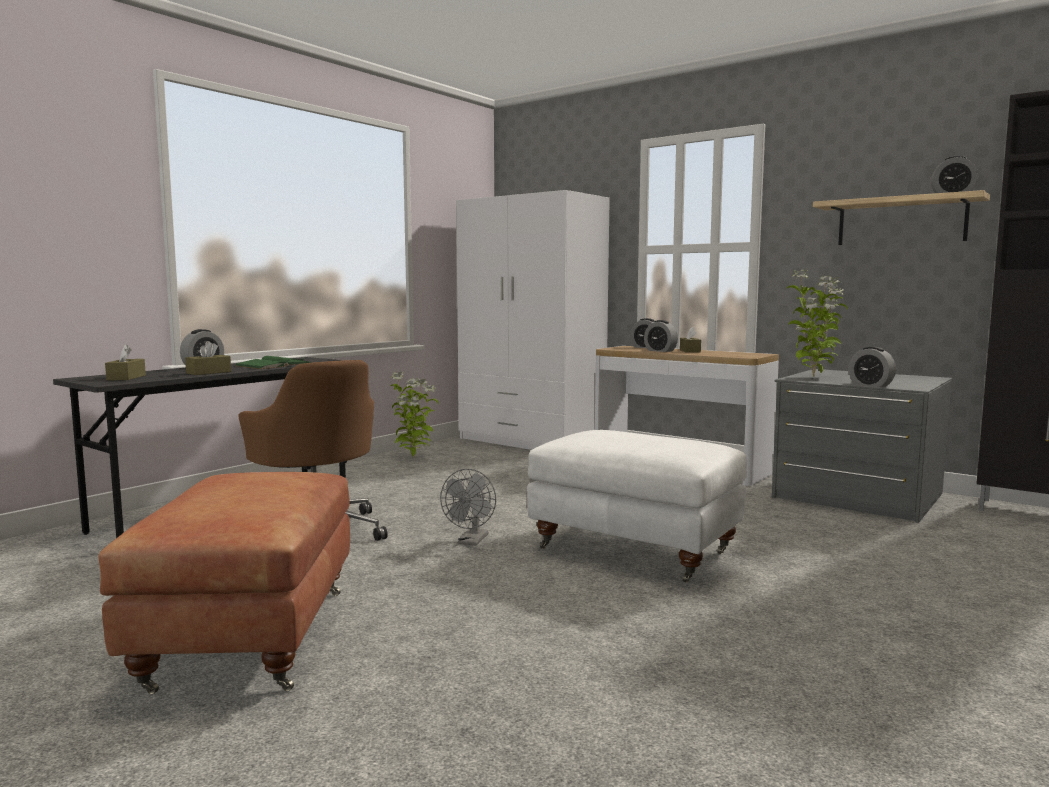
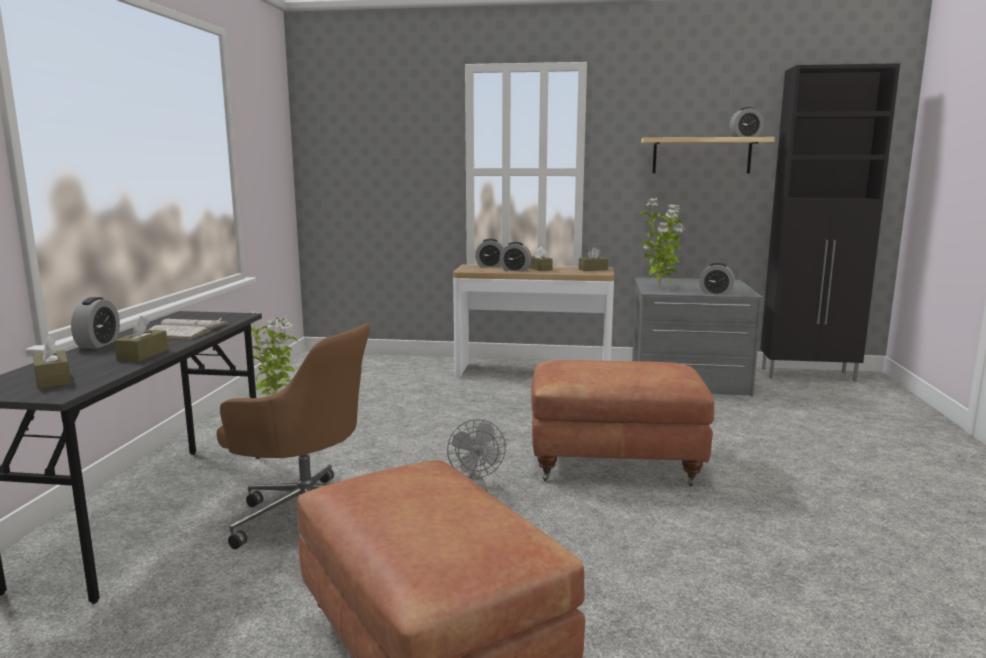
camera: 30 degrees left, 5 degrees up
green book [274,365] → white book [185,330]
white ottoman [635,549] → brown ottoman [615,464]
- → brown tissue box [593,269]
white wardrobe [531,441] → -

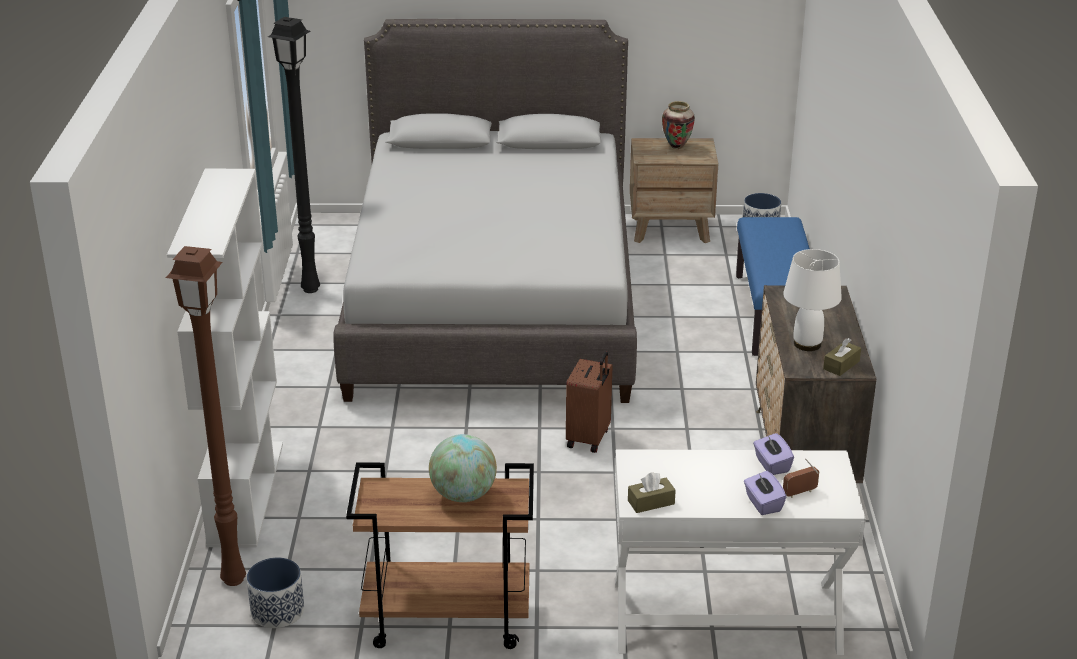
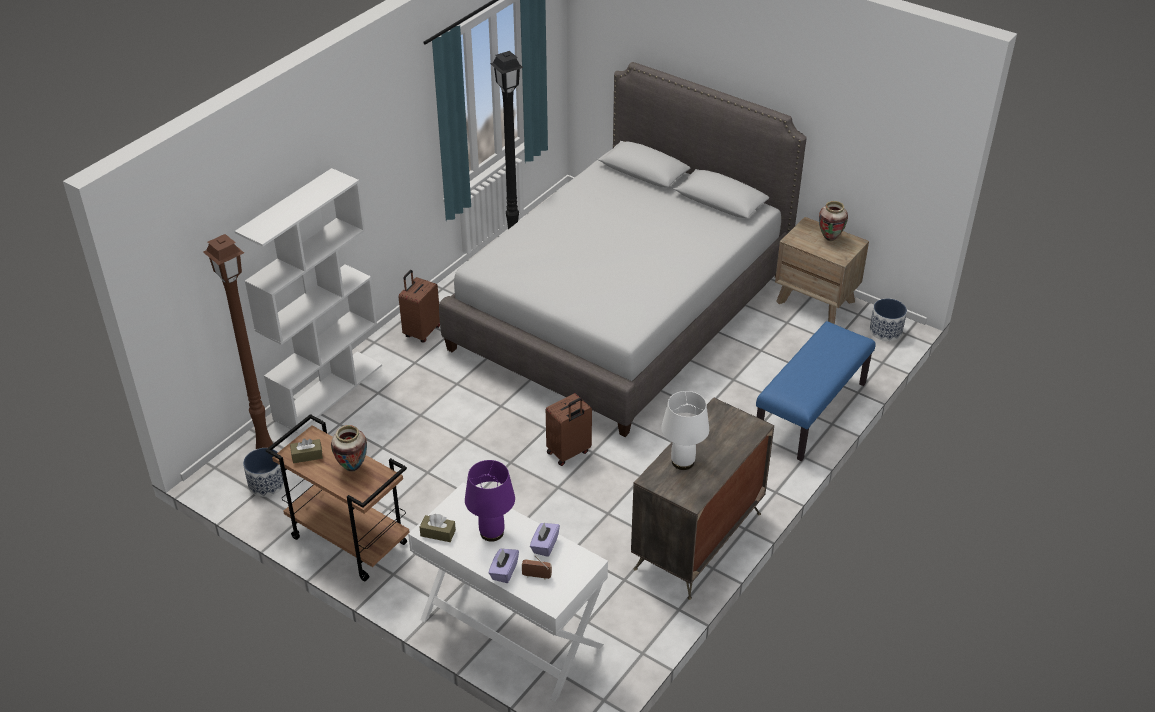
camera: 35 degrees right, 10 degrees up
brown tissue box [841,365] → brown tissue box [307,455], move
globe [463,495] → vase [352,468]
- → brown suitcase [421,332]
- → purple table lamp [492,532]

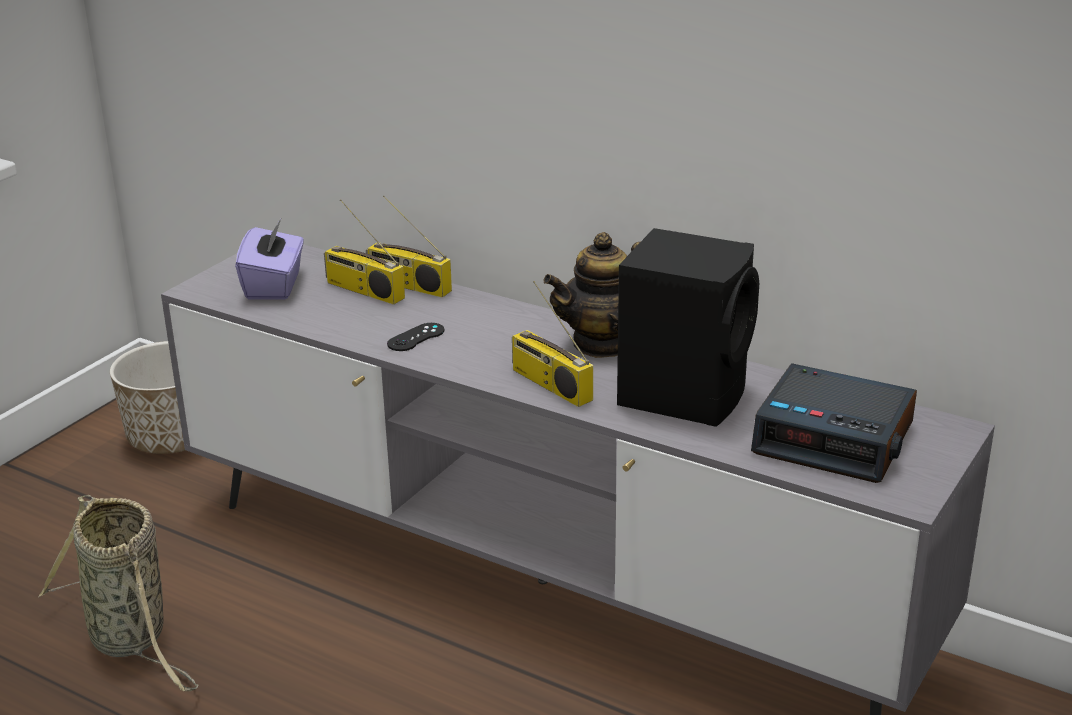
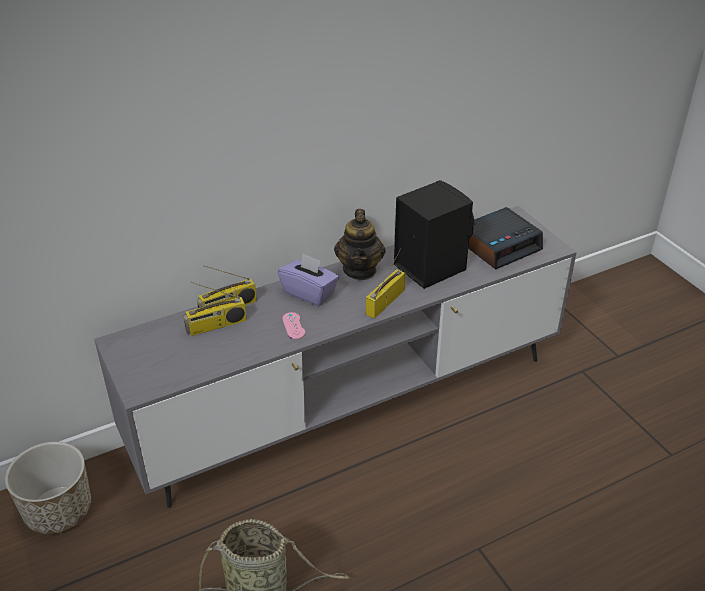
camera: 60 degrees left, 10 degrees up
purple tissue box [274,285] → purple tissue box [309,292], move
black game controller [416,337] → pink game controller [293,326]
radio [549,384] → radio [385,301], 135 degrees clockwise

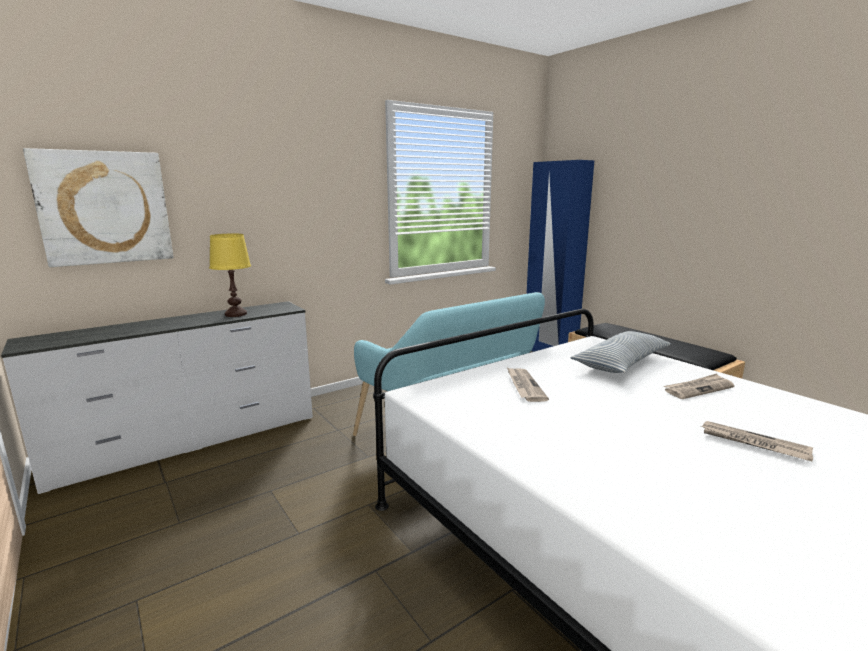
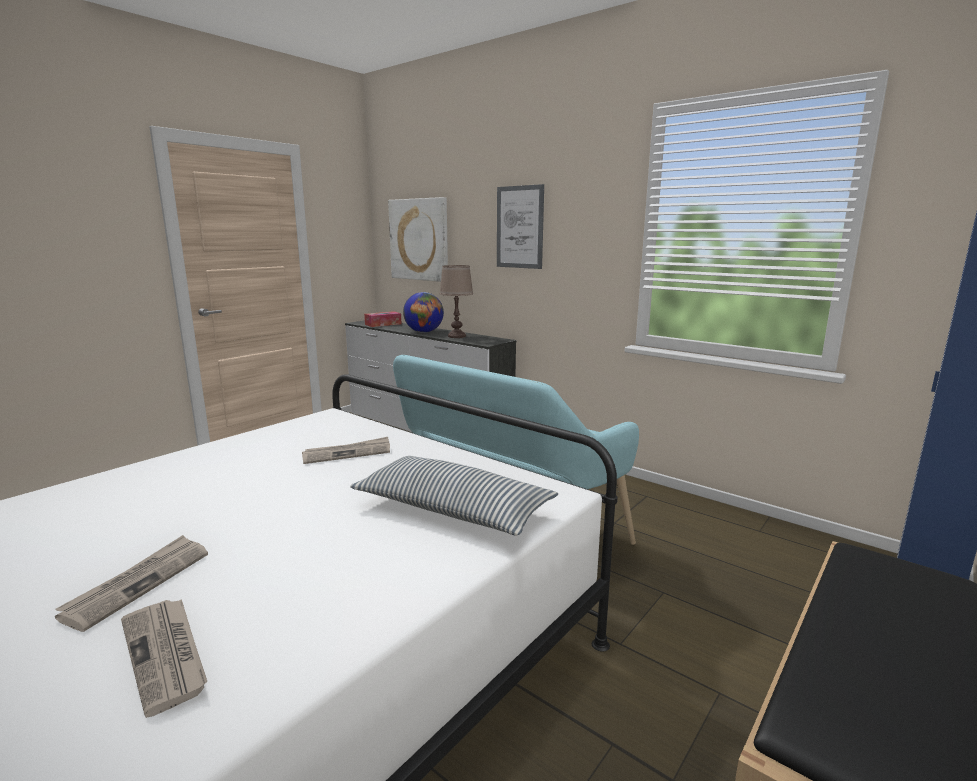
camera: 75 degrees right, 0 degrees up
newspaper [698,388] → newspaper [166,655], move
- → tissue box [383,324]
- → globe [424,332]
yellow table lamp [235,314] → brown table lamp [456,336]
- → picture [519,227]

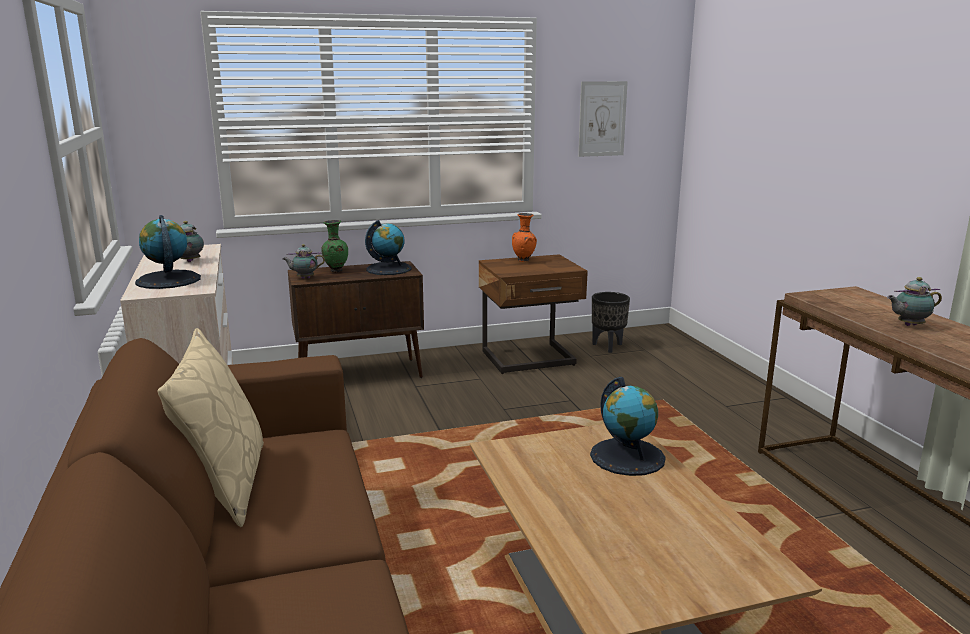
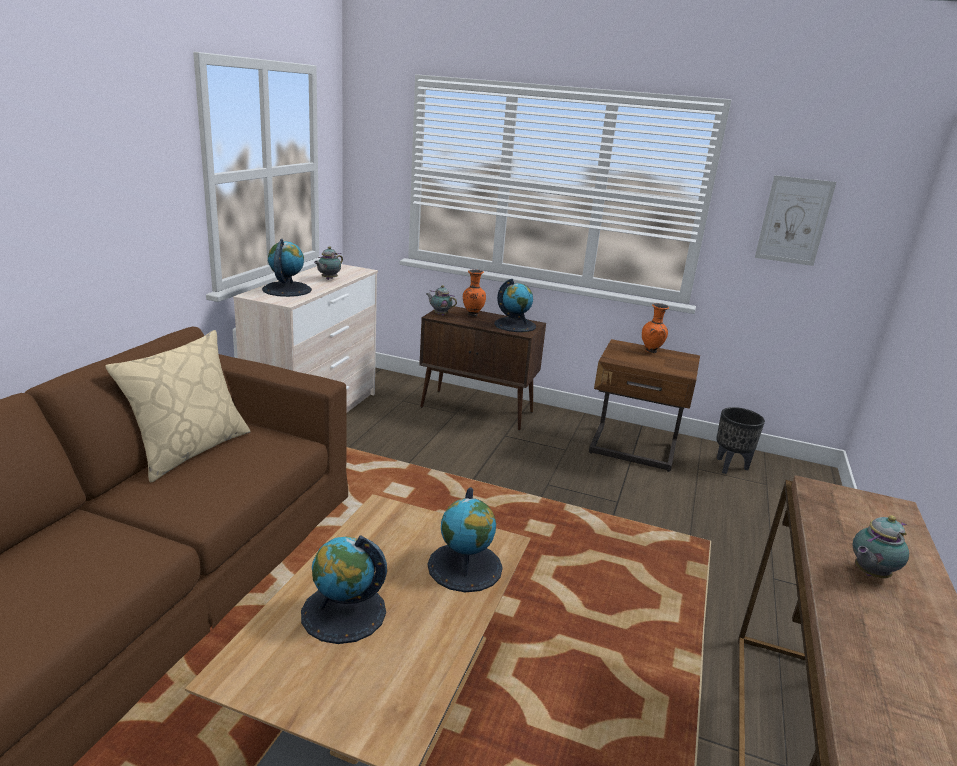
camera: 35 degrees right, 5 degrees up
- → globe [343,612]
green vase [335,271] → orange vase [472,315]
teapot [908,325] → teapot [869,574], 60 degrees counterclockwise

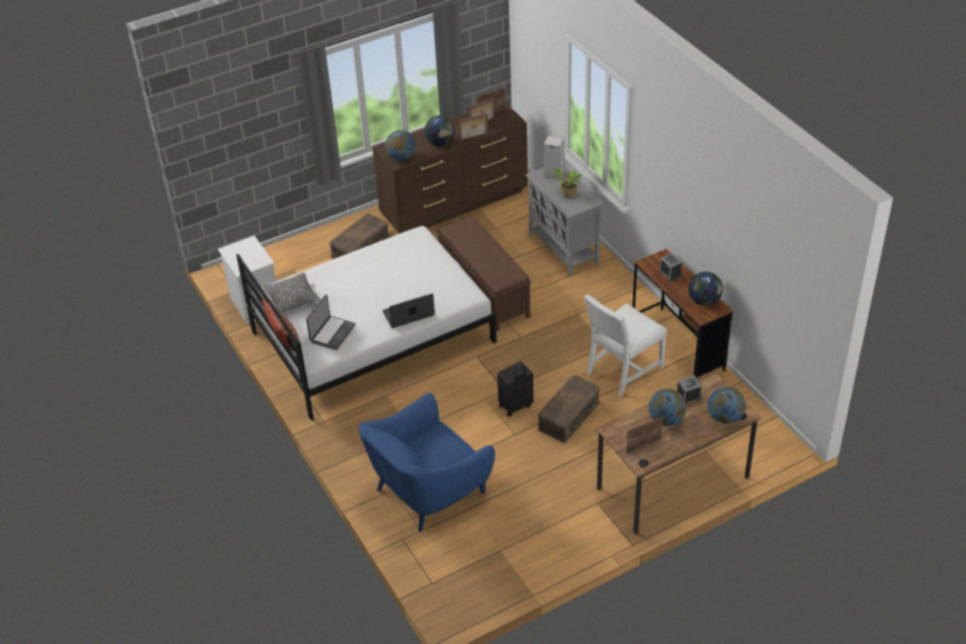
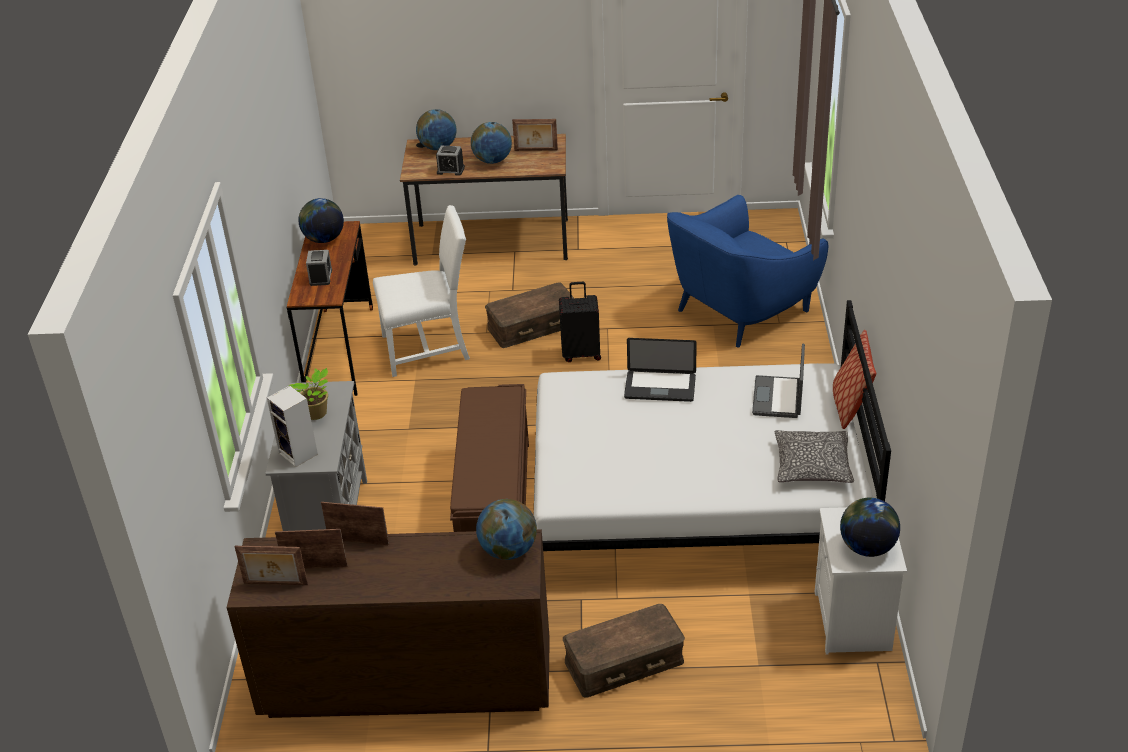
camera: 150 degrees left, 5 degrees down
blue armchair [428,490] → blue armchair [740,310], 150 degrees clockwise
laptop [332,333] → laptop [779,398], 45 degrees counterclockwise
globe [440,143] → globe [867,547], move

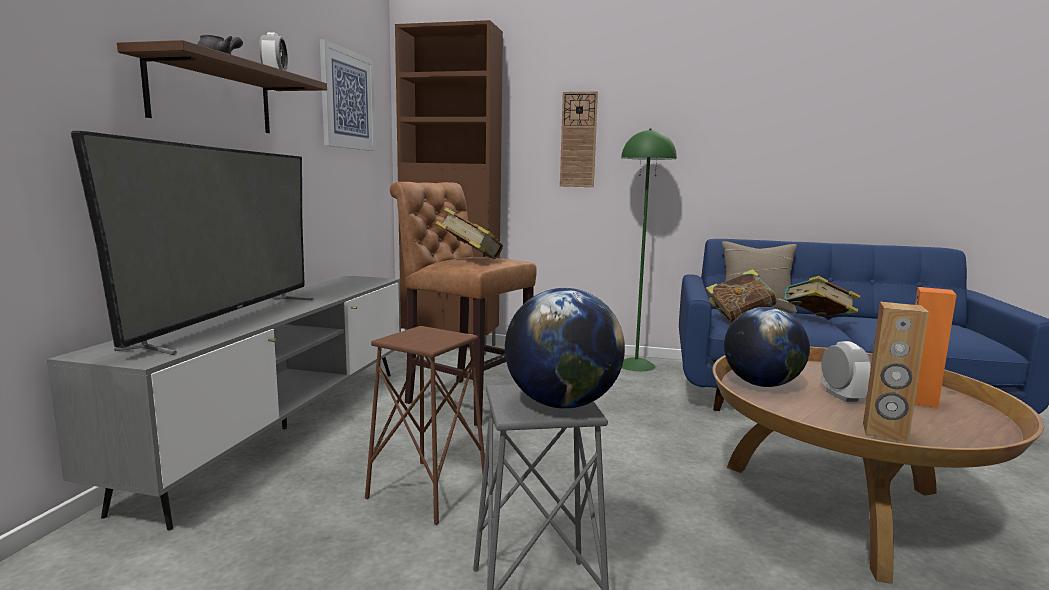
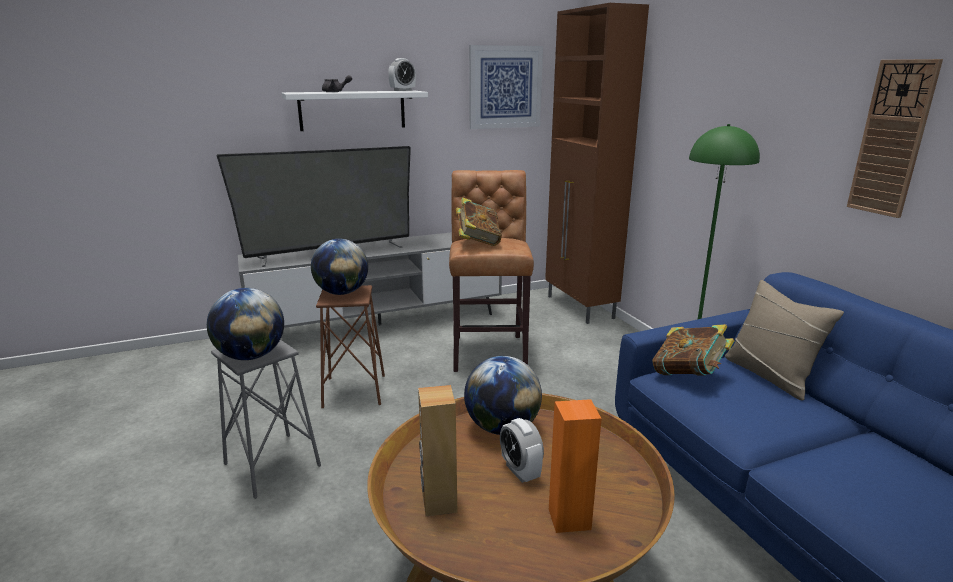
camera: 55 degrees right, 10 degrees up
brown shelf [212,96] → white shelf [352,110]
- → globe [342,293]
alarm clock [841,396] → alarm clock [520,471], 105 degrees clockwise
wall clock [578,140] → wall clock [892,139], move
book [817,320] → -

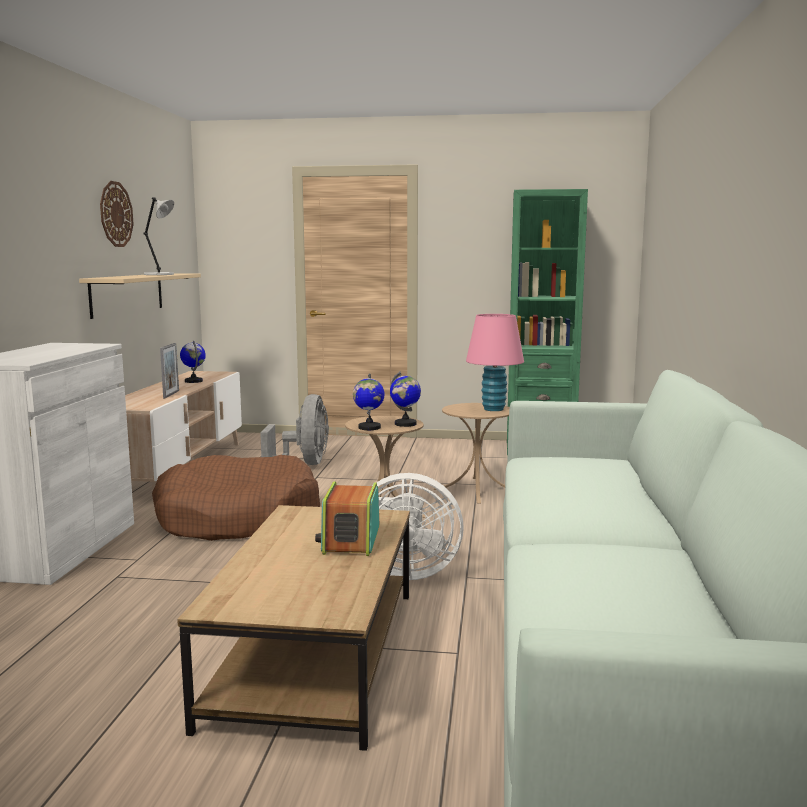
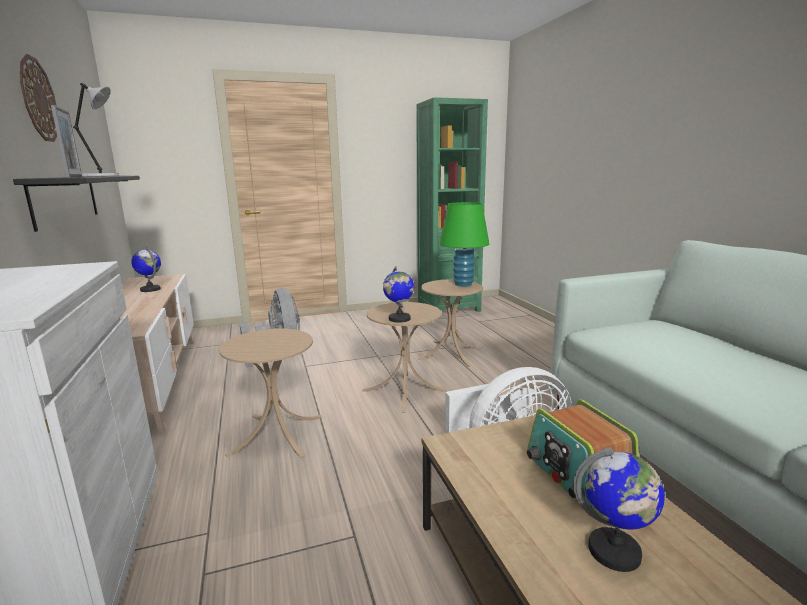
camera: 25 degrees left, 5 degrees up
beige shelf [127,294] → black shelf [65,199]
picture frame [171,394] → picture frame [74,177], move
brown dog bed [238,518] → beige side table [276,434]
pink table lamp [493,409] → green table lamp [463,284]
globe [405,424] → globe [614,552], move

